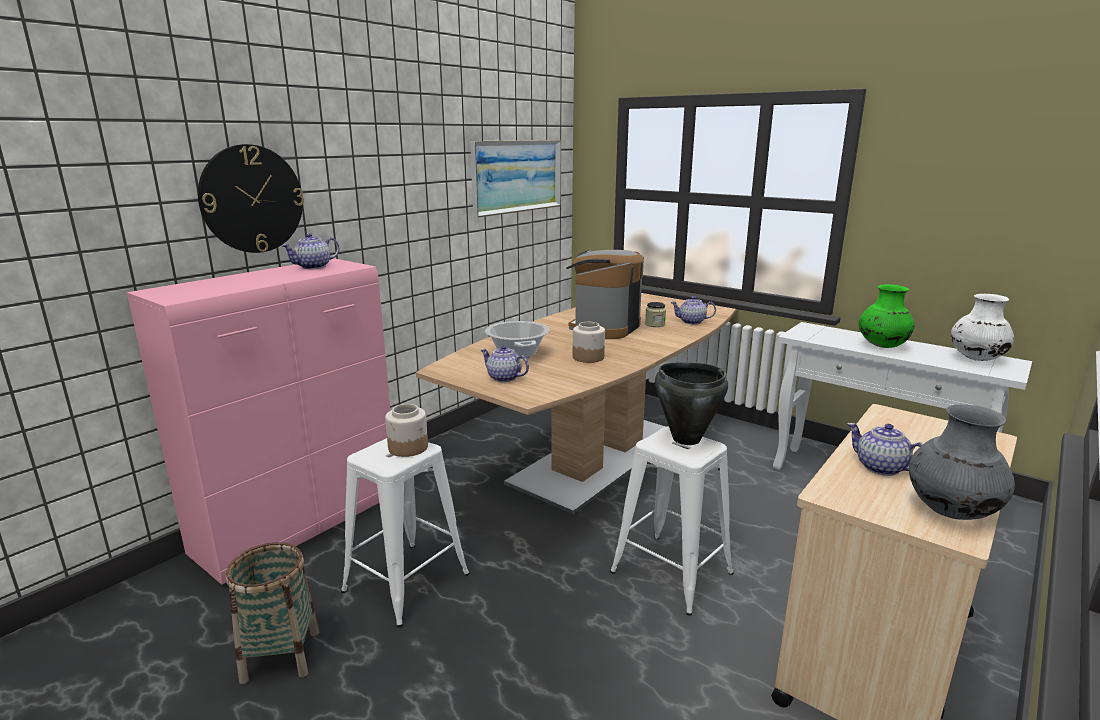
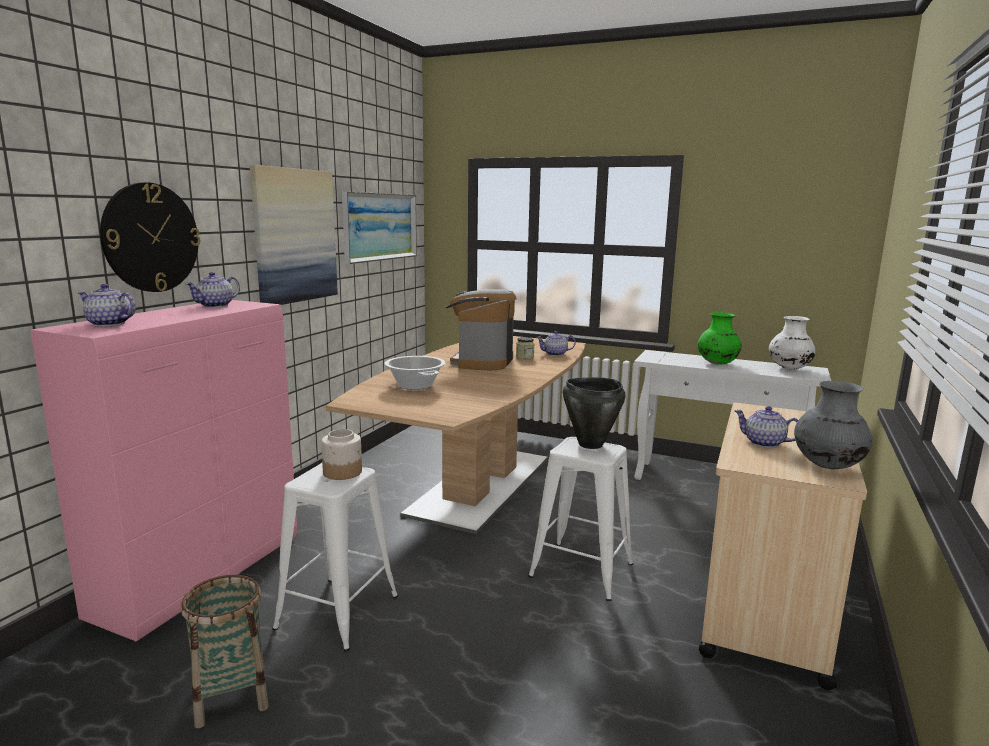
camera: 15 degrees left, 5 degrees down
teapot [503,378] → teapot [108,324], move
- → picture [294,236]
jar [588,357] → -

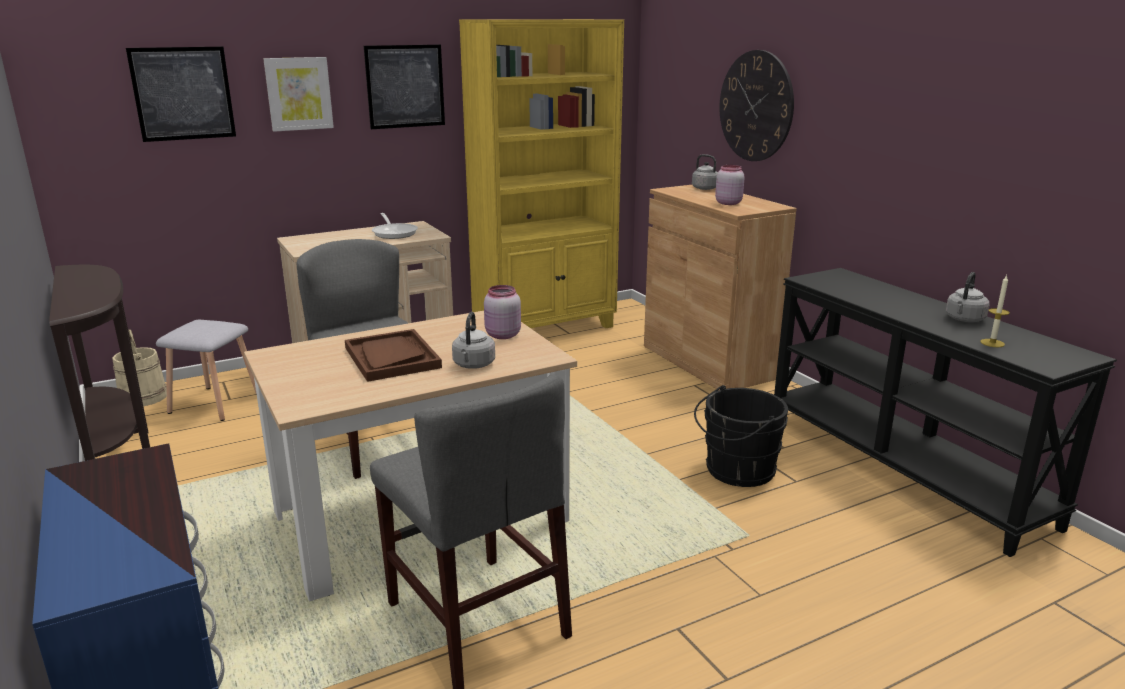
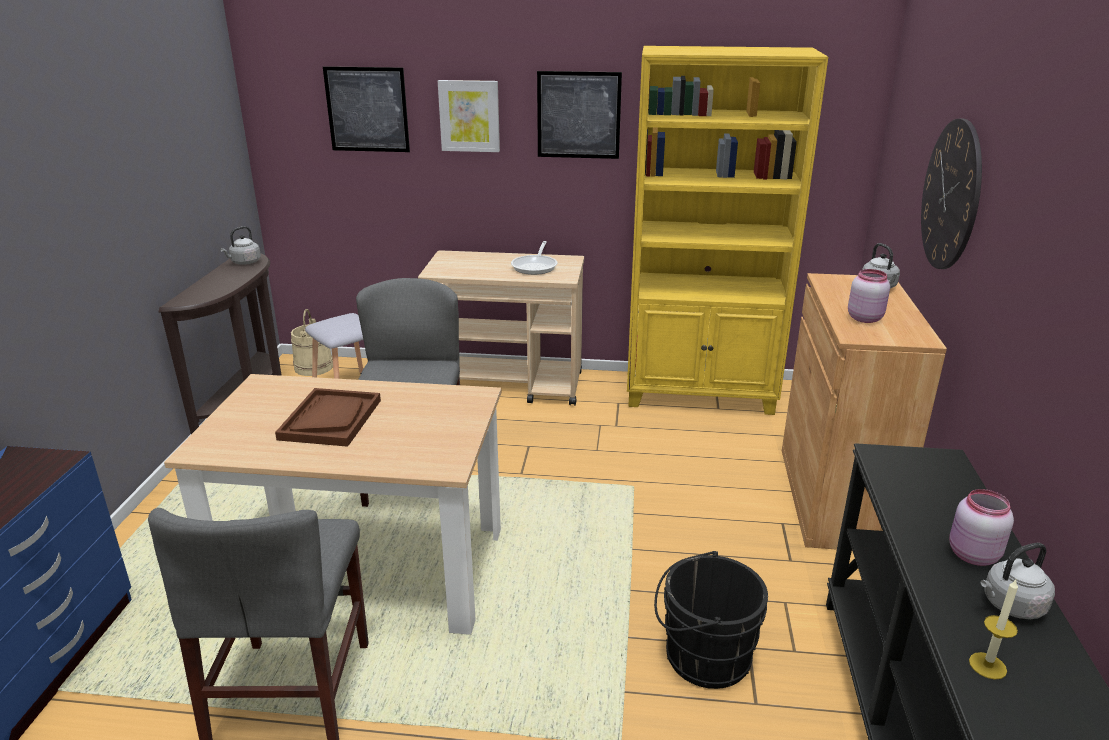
camera: 35 degrees right, 5 degrees up
grey kettle [473,365] → grey kettle [244,262], move
pink jar [502,335] → pink jar [971,555], move

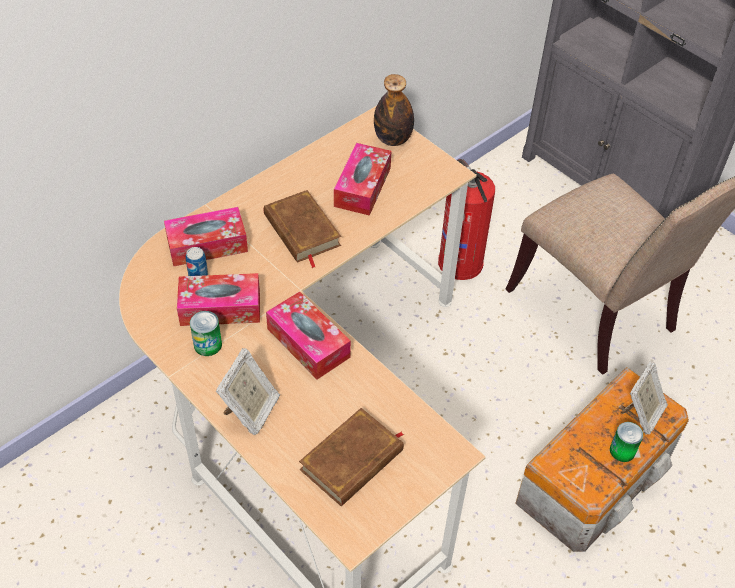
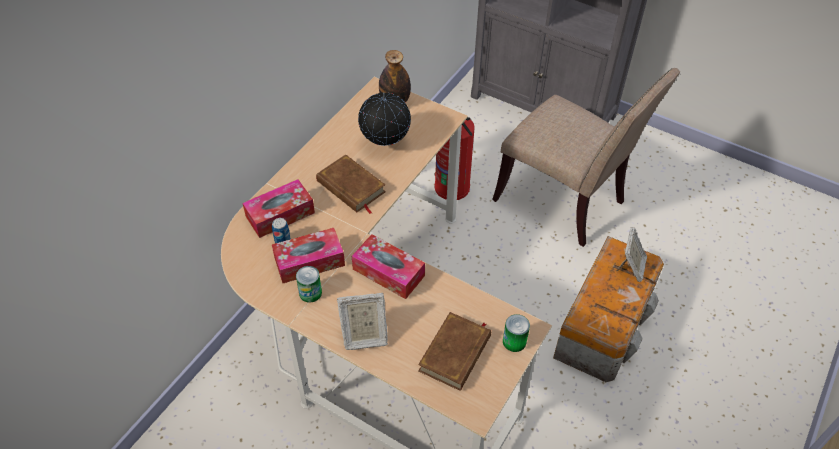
camera: 15 degrees left, 0 degrees up
picture frame [251,411] → picture frame [364,336], 75 degrees clockwise
tissue box [362,187] → globe [385,143]
can [622,450] → can [514,341], move

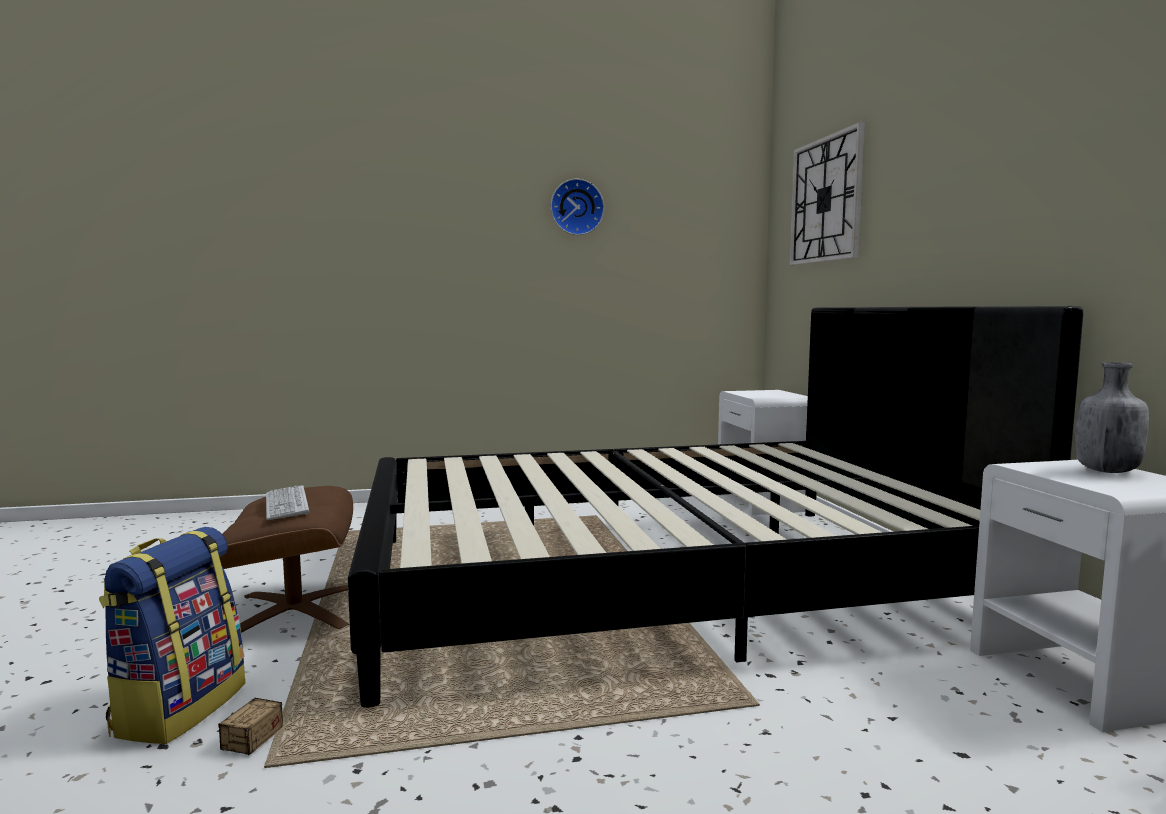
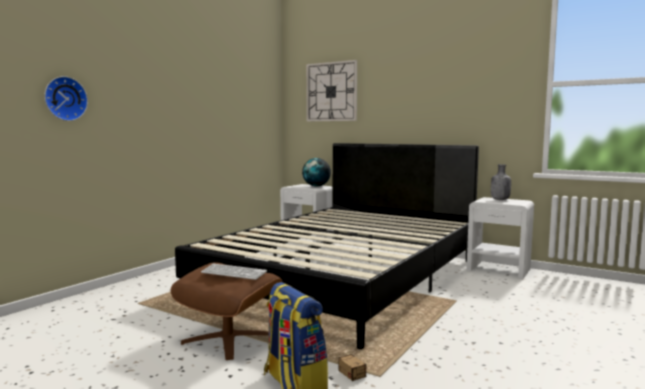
camera: 45 degrees left, 0 degrees up
wall clock [576,207] → wall clock [64,99], move
- → globe [316,186]

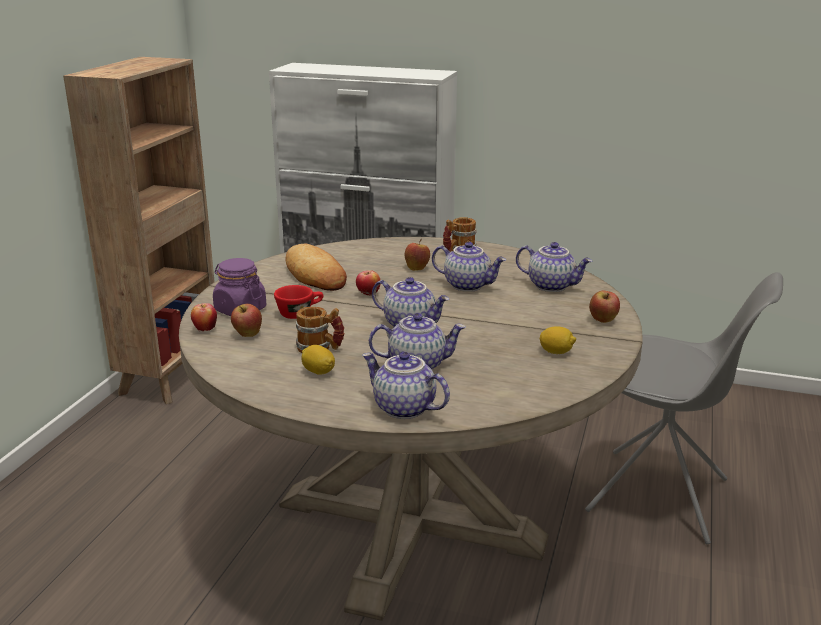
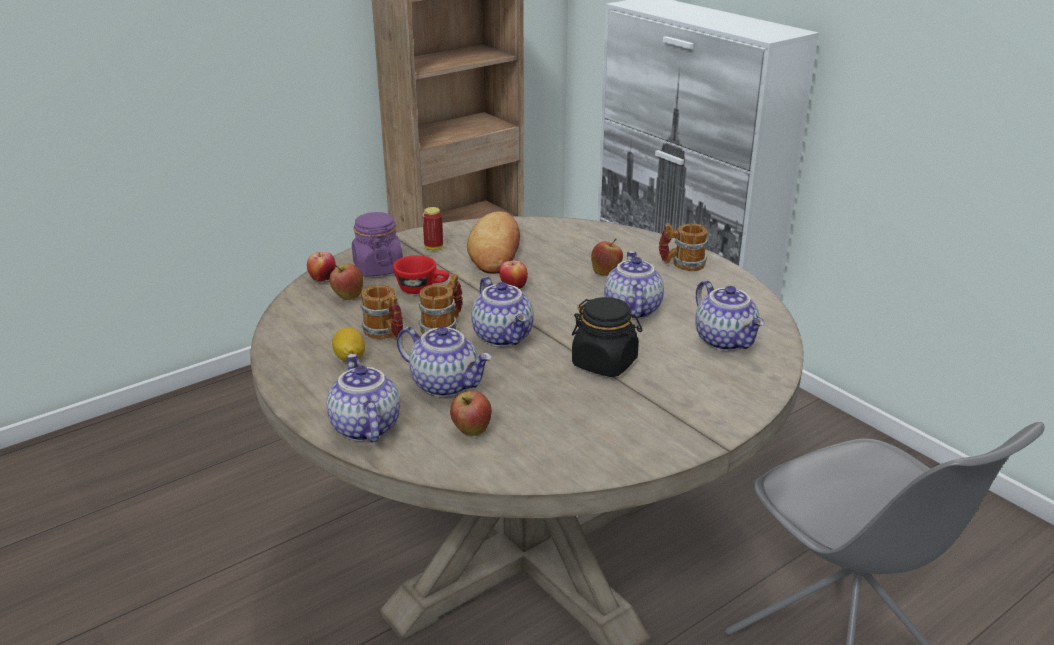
camera: 35 degrees right, 5 degrees up
- → mug [443,326]
- → can [433,247]
apple [603,320] → apple [471,431], move
- → black jar [605,363]
teapot [468,285] → teapot [631,310], 150 degrees counterclockwise
lemon [556,352] → -

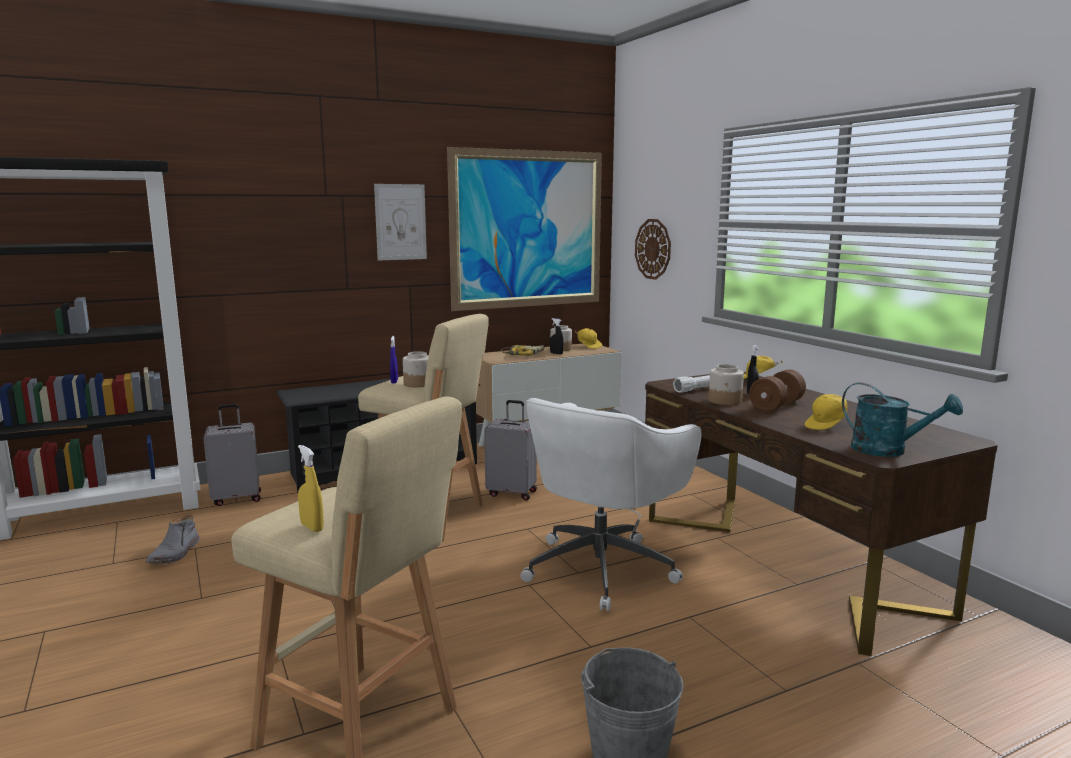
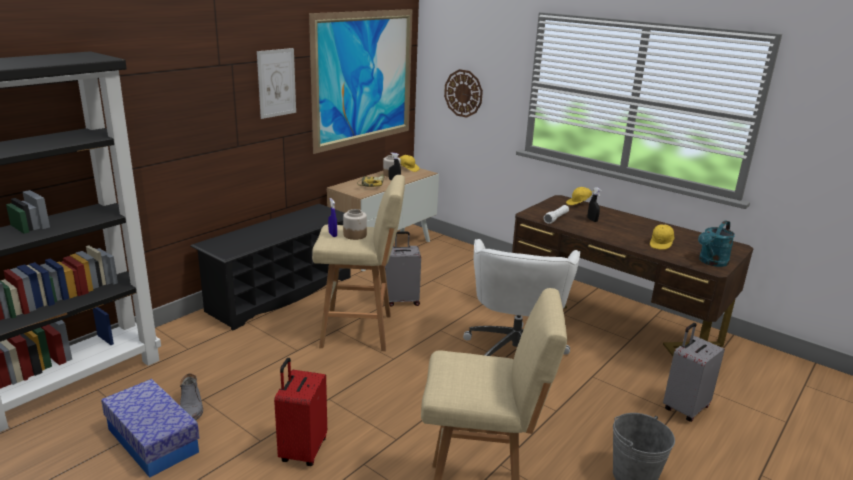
camera: 25 degrees left, 10 degrees up
- → storage box [152,440]
- → red suitcase [302,450]
grey suitcase [237,498] → grey suitcase [684,408], move
turquoise watering can [888,451] → turquoise watering can [711,262], 120 degrees clockwise
yellow spray bottle [312,527] → -
jar [725,401] → -
brown dumbbell [776,405] → -

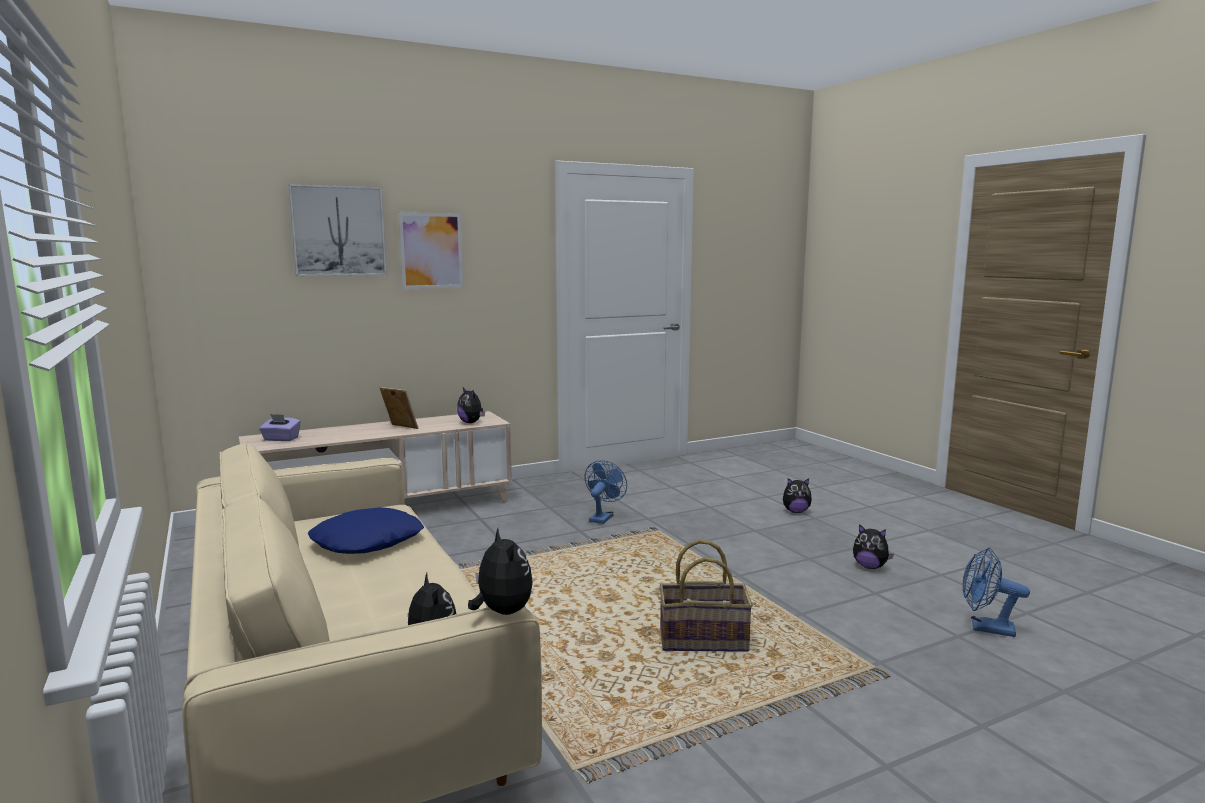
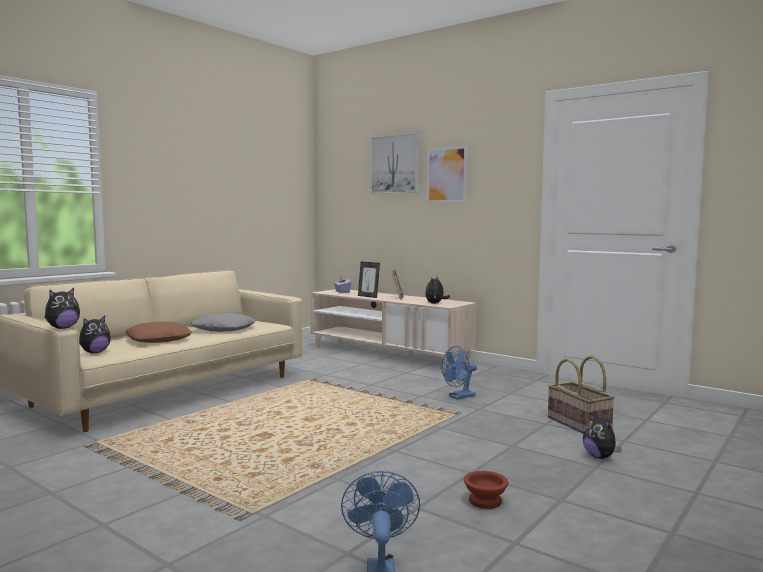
camera: 65 degrees right, 5 degrees down
- → brown pillow [159,340]
blue pillow [367,541] → grey pillow [224,329]
- → picture frame [368,296]
blue fan [602,517] → blue fan [459,397], 150 degrees clockwise
plush toy [870,567] → brown bowl [486,502]
basket [703,640] → basket [579,424], move

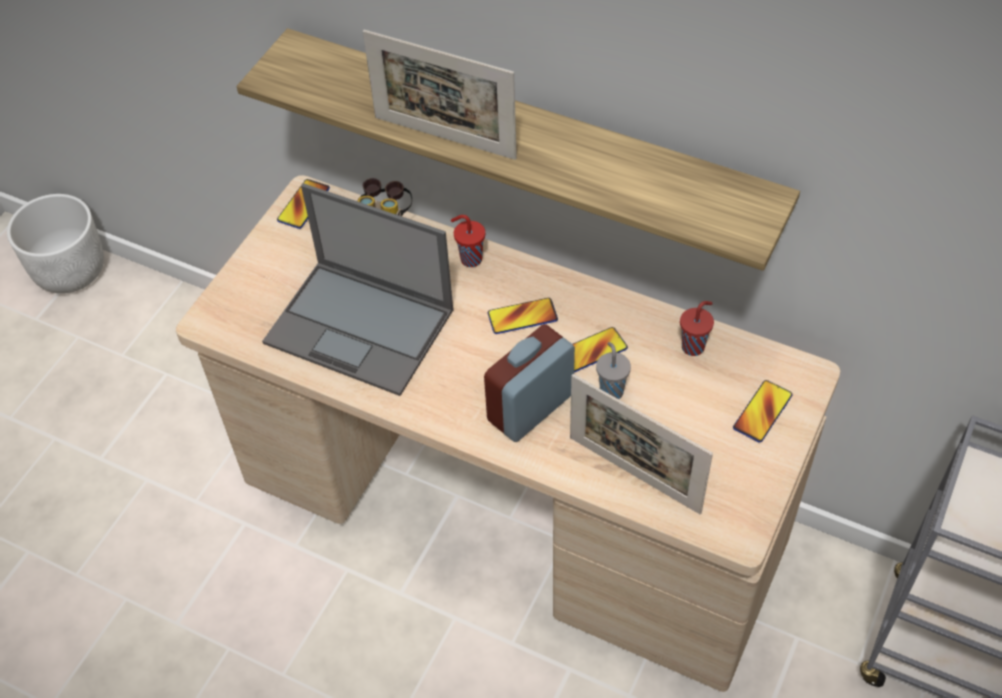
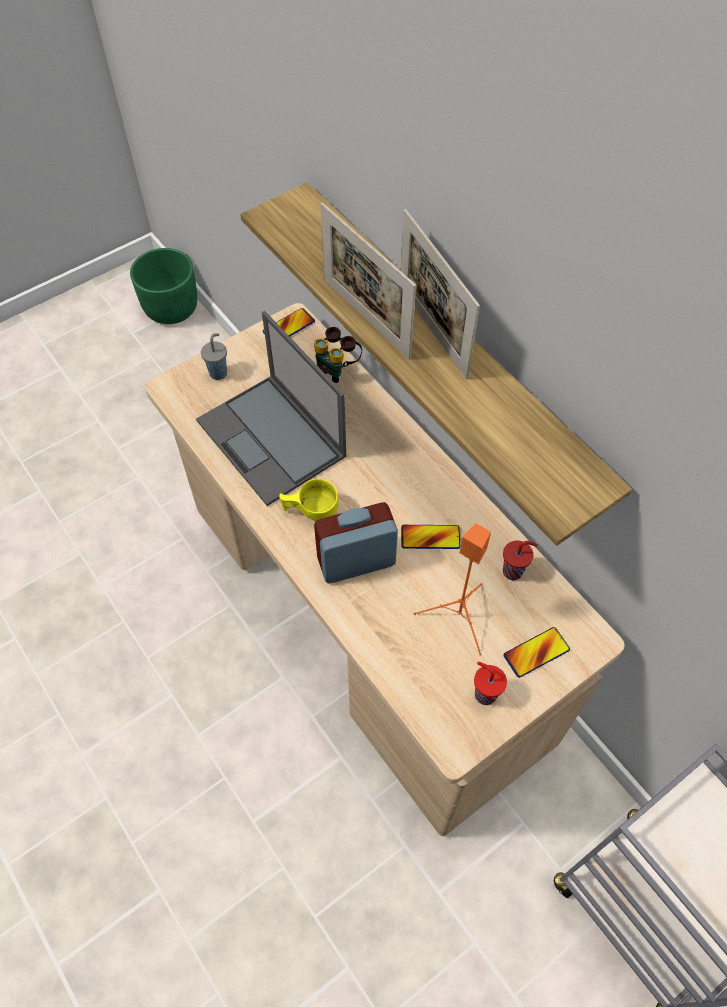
camera: 25 degrees right, 5 degrees up
white planter [71,270] → green planter [172,308]
grey cup [611,390] → grey cup [219,372], move
- → yellow cup [310,511]
picture frame [634,474] → picture frame [432,331], move
- → orange speaker [459,617]
red cup [469,259] → red cup [484,693], move
phone [522,317] → -

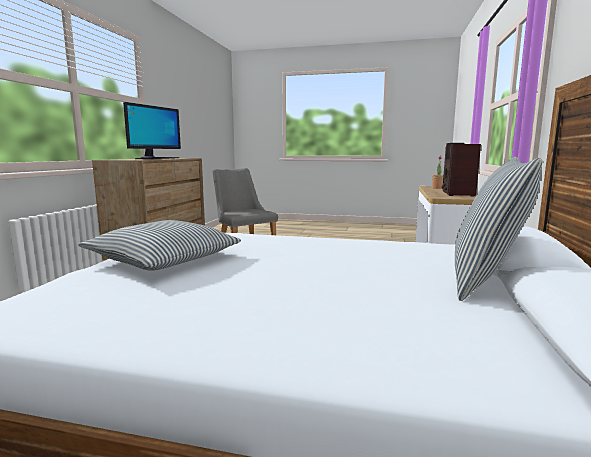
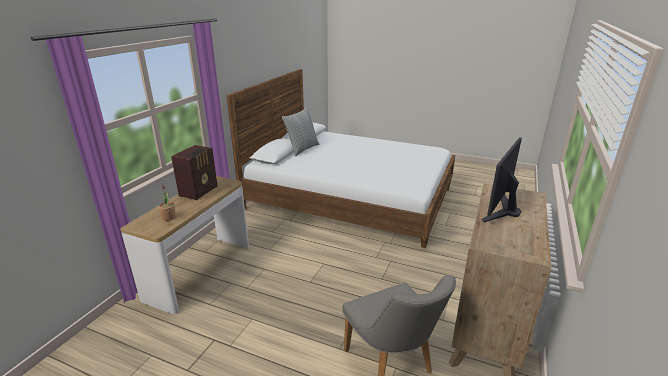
camera: 170 degrees left, 15 degrees up
pillow [164,259] → -

